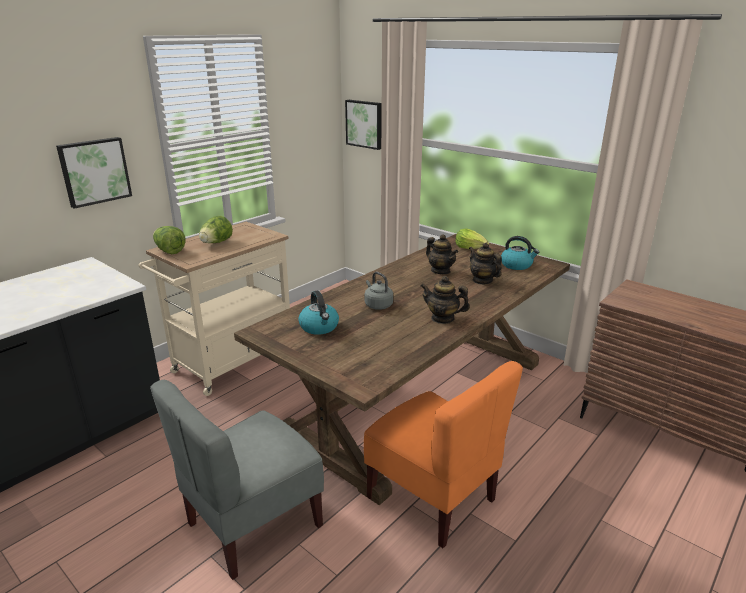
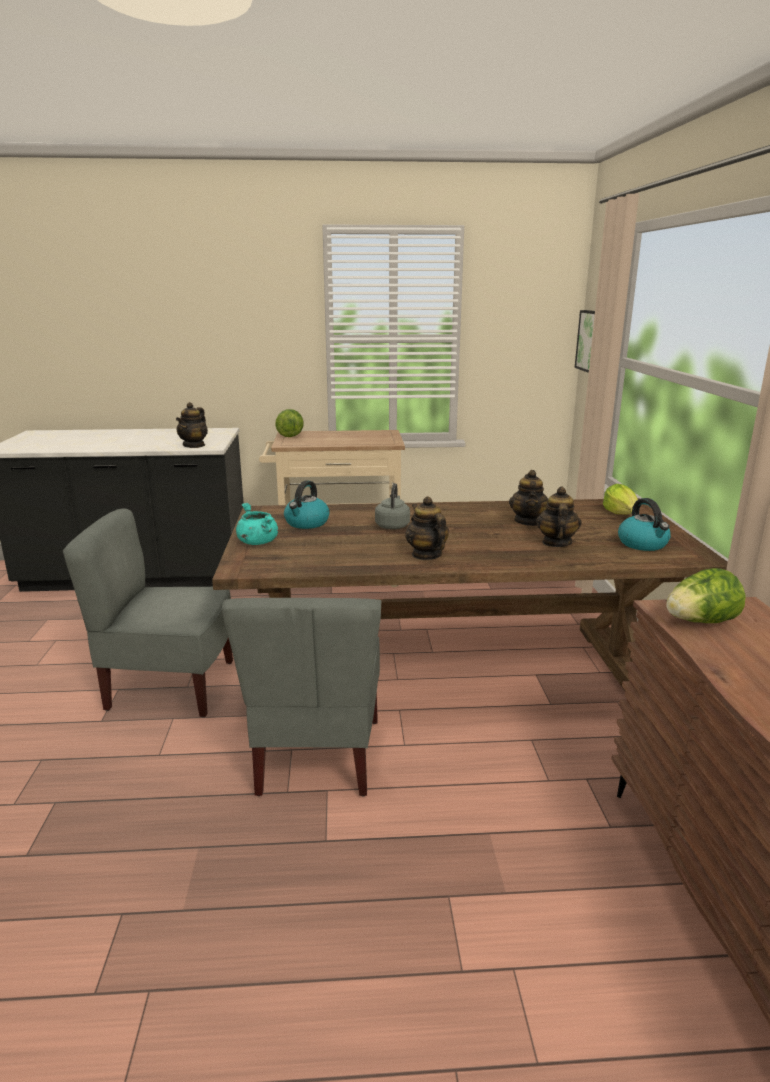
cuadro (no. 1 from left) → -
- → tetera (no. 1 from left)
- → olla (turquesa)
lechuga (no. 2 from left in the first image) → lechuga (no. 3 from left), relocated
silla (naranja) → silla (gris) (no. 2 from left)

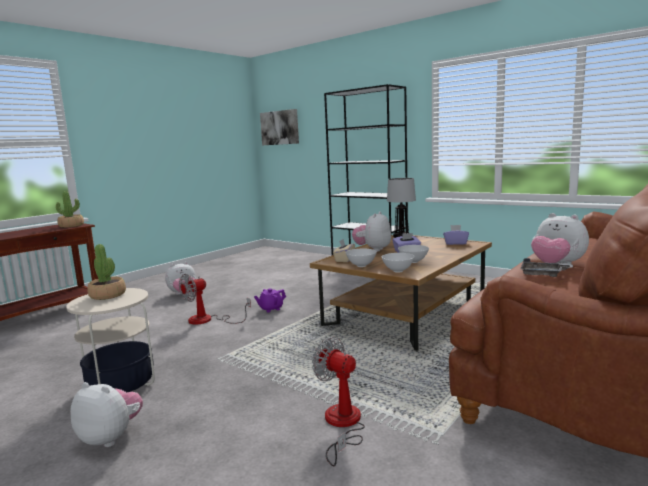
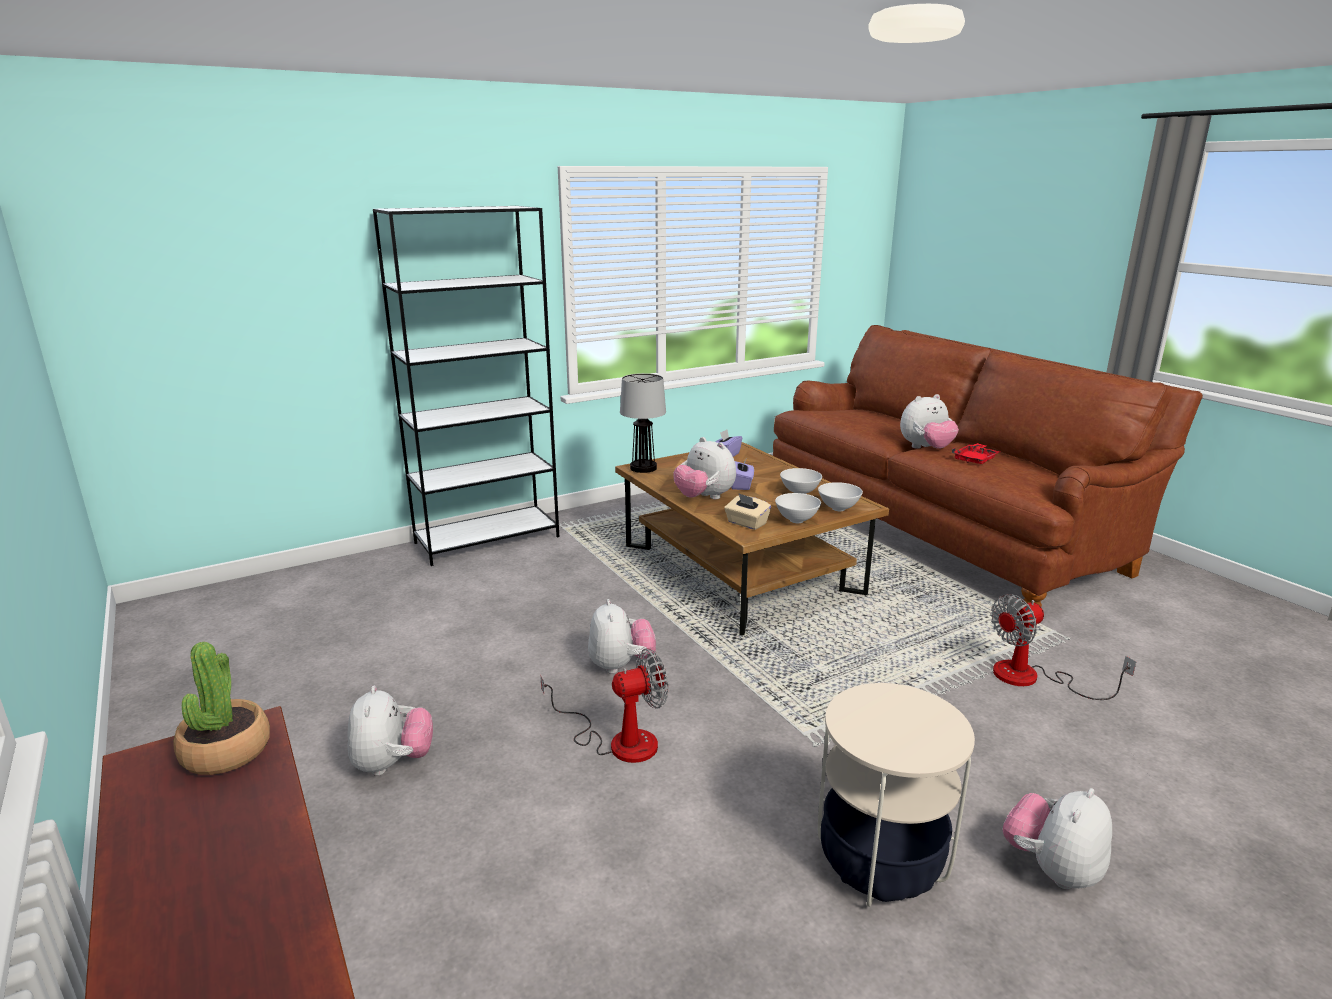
planta en maceta (no. 2 from left) → -
cuadro → -
tetera (morado) → peluche (no. 2 from left)
bandeja (gris) → bandeja (rojo)
ventilador (no. 1 from left), 90 degrees counterclockwise

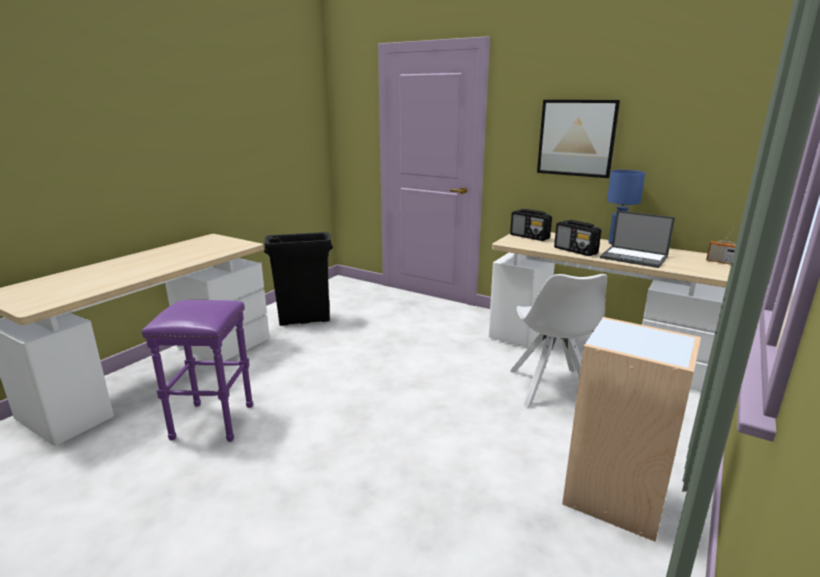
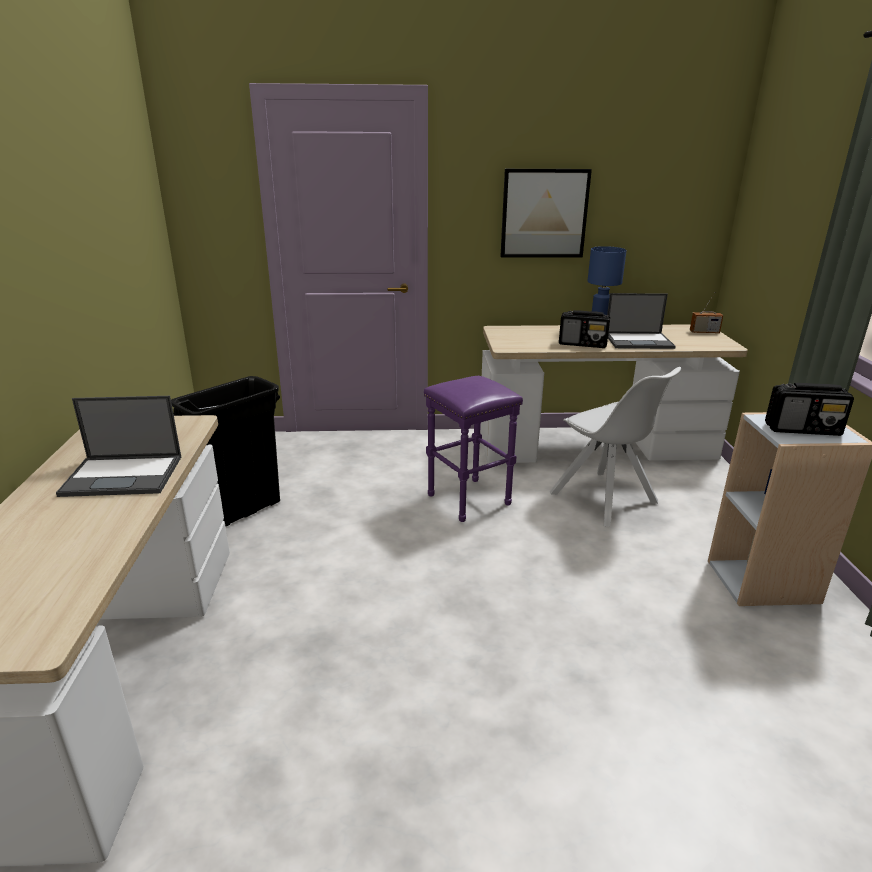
- → portátil (no. 1 from left)
taburete (morado), relocated
radio (no. 1 from left in the first image) → radio (no. 3 from left), relocated

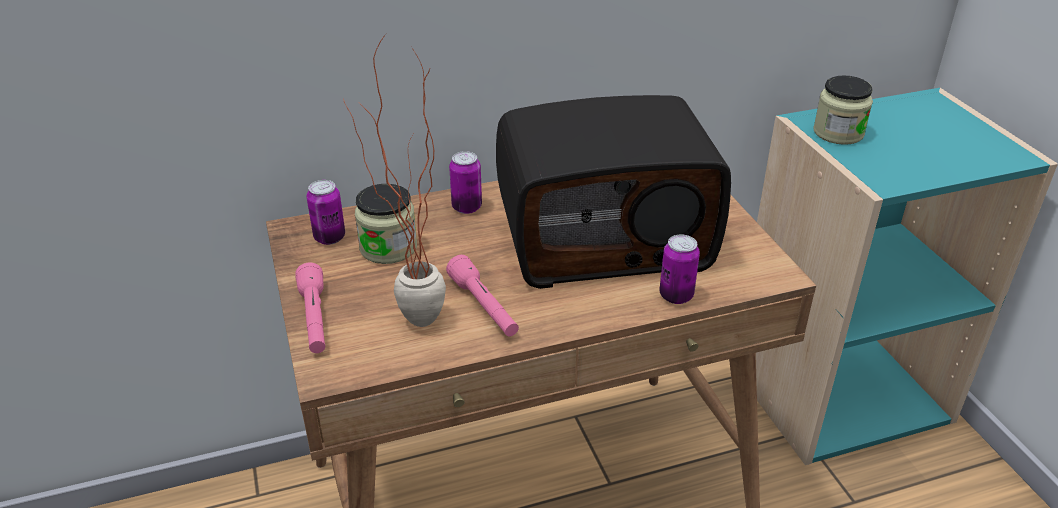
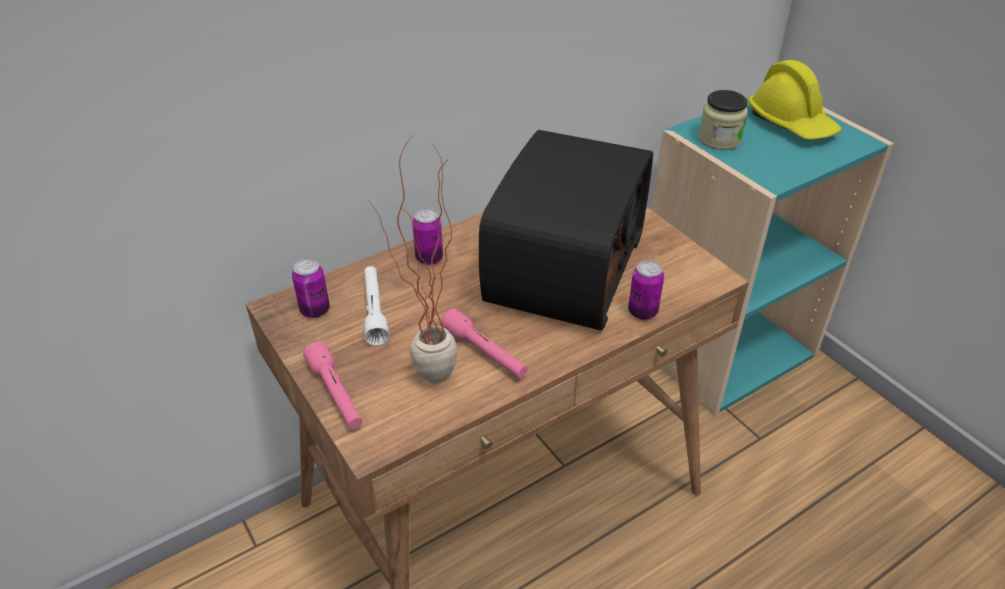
- → casco (amarillo)
tarro (no. 1 from left) → linterna (blanco)
radio, 45 degrees counterclockwise

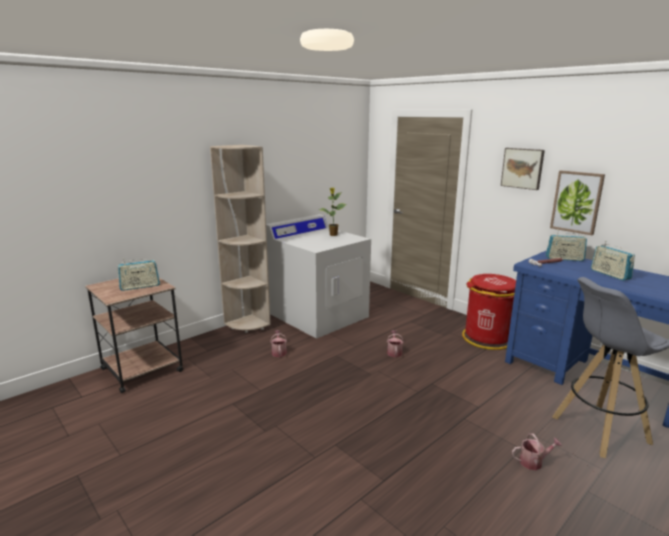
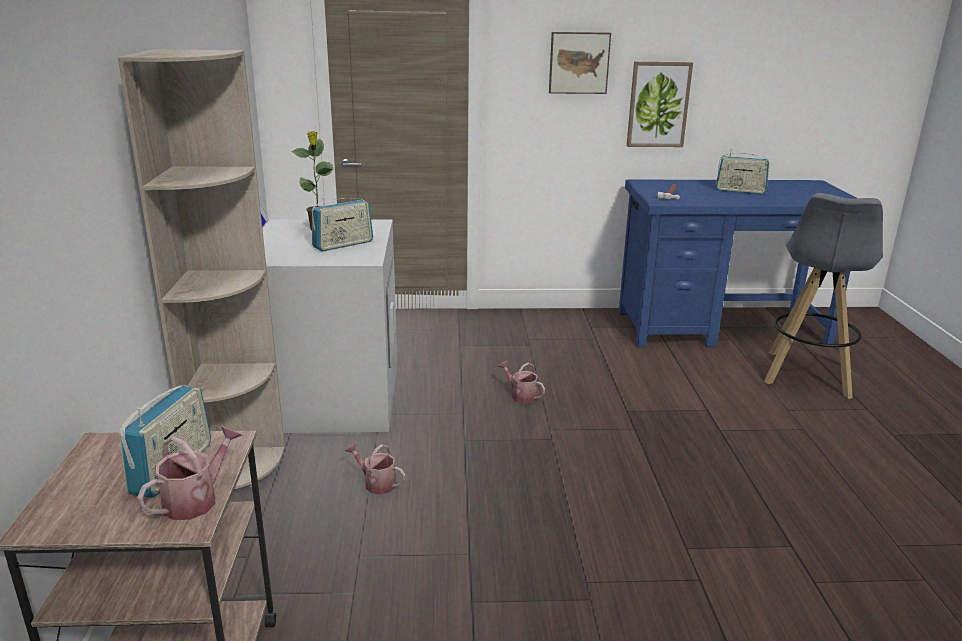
papelera (rojo) → -
regadera (no. 3 from left in the first image) → regadera (no. 1 from left), relocated
radio (no. 2 from left), relocated

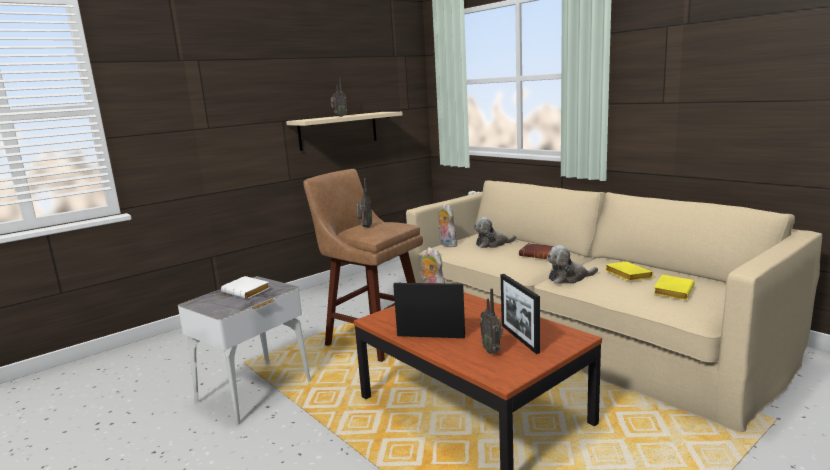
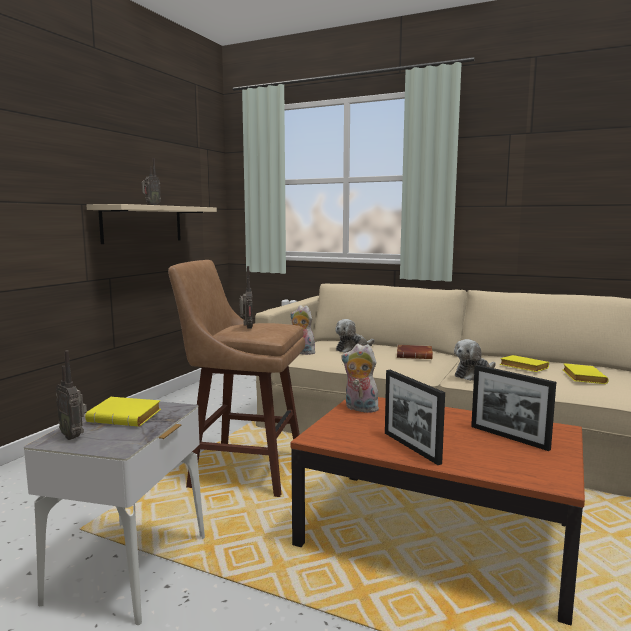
radio (no. 3 from left in the first image) → radio (no. 1 from left), relocated
libro (blanco) → libro (amarillo) (no. 1 from left)
portarretratos (no. 1 from left), 105 degrees counterclockwise

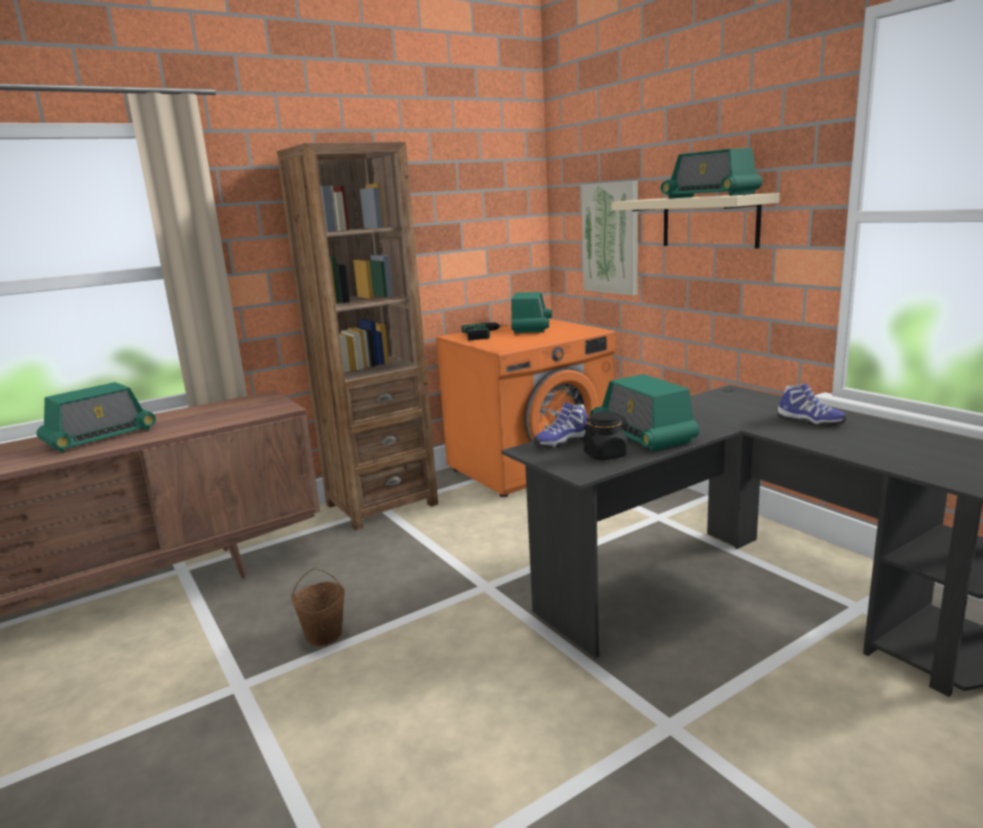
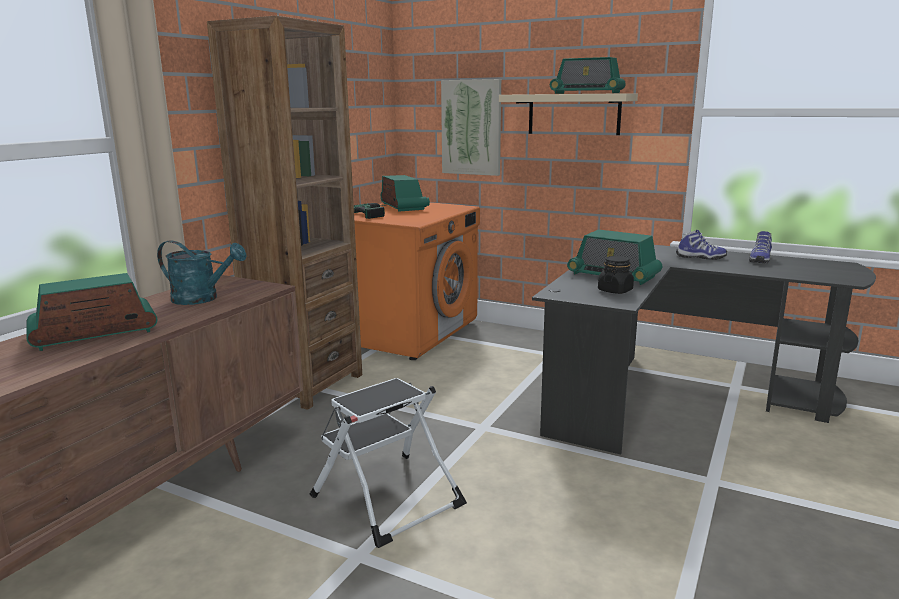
- → regadera (turquesa)
zapato (no. 1 from left in the first image) → zapato (no. 2 from left), relocated
cubo (marrón) → escalera de tijera
radio (no. 1 from left), 135 degrees counterclockwise

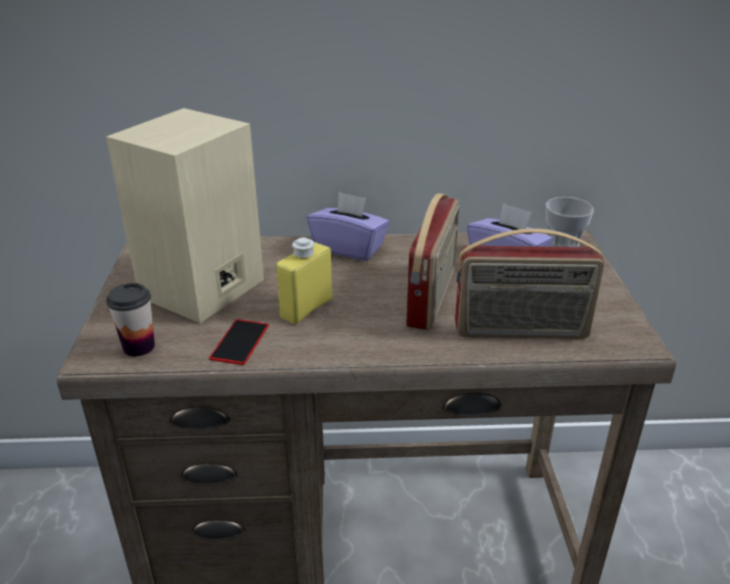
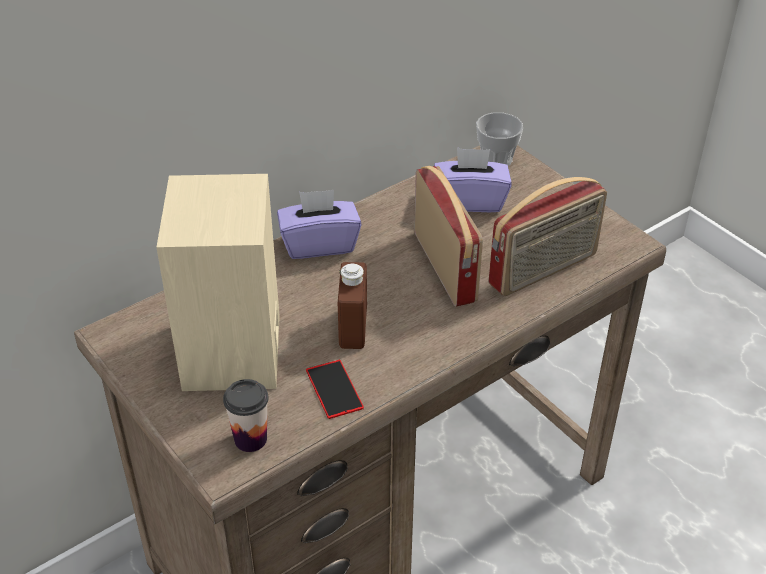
botella (amarillo) → botella (marrón)

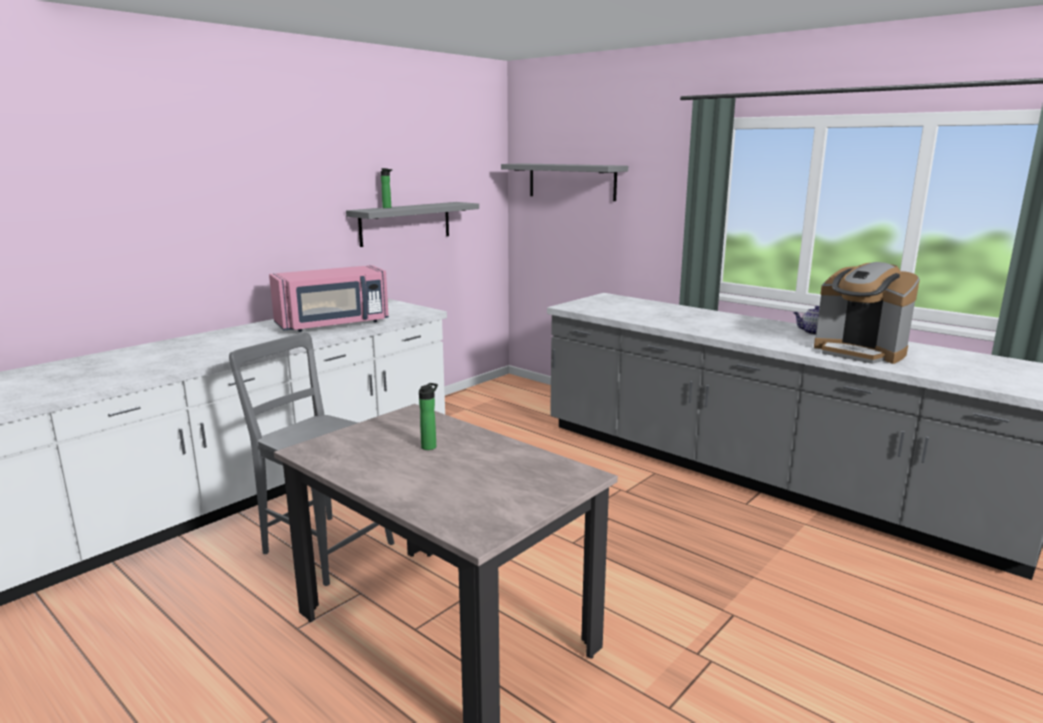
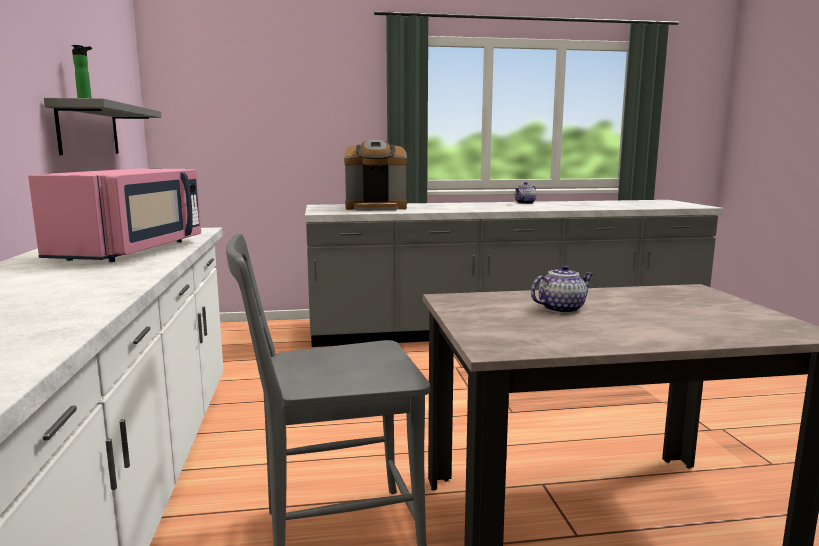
estante (gris) (no. 2 from left) → -
cafetera, relocated
botella (no. 2 from left) → tetera (no. 2 from left)

